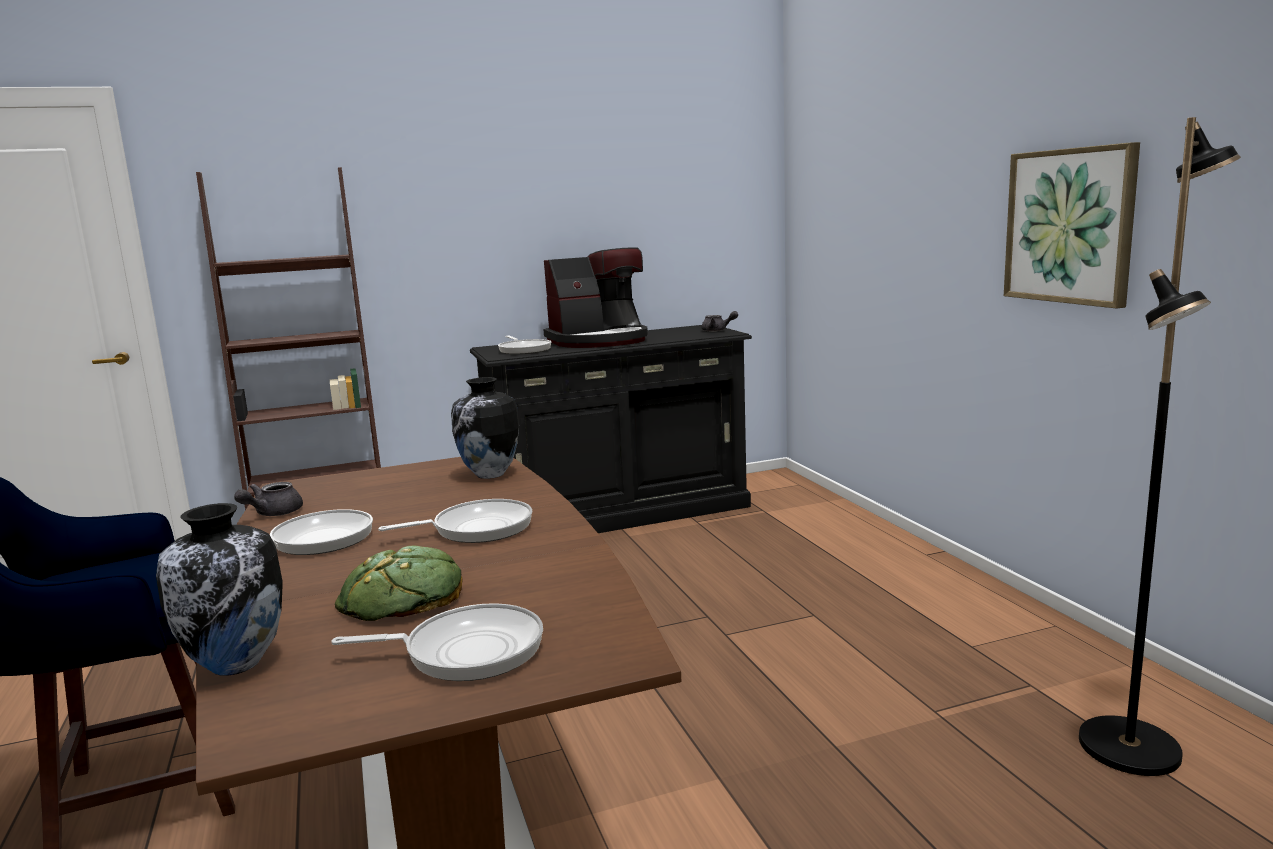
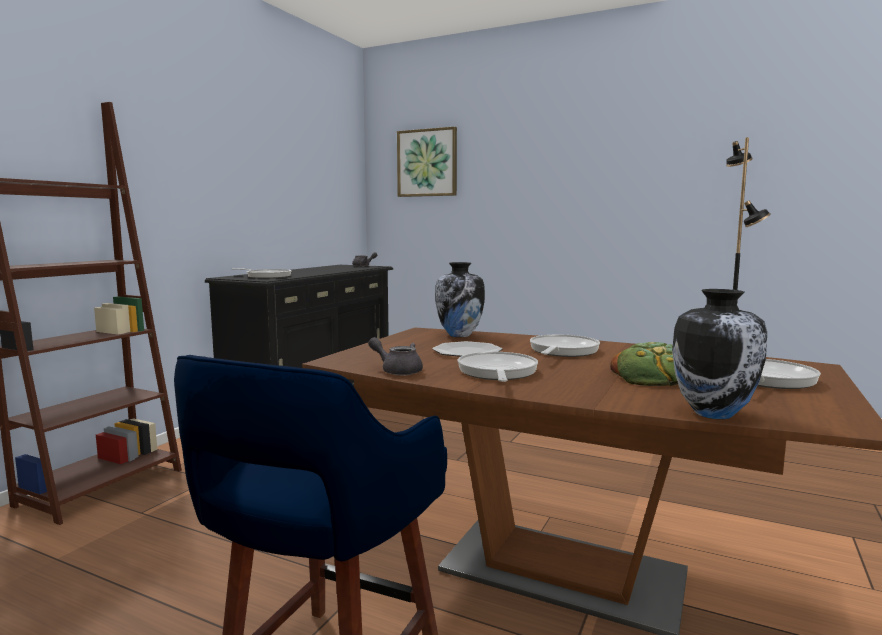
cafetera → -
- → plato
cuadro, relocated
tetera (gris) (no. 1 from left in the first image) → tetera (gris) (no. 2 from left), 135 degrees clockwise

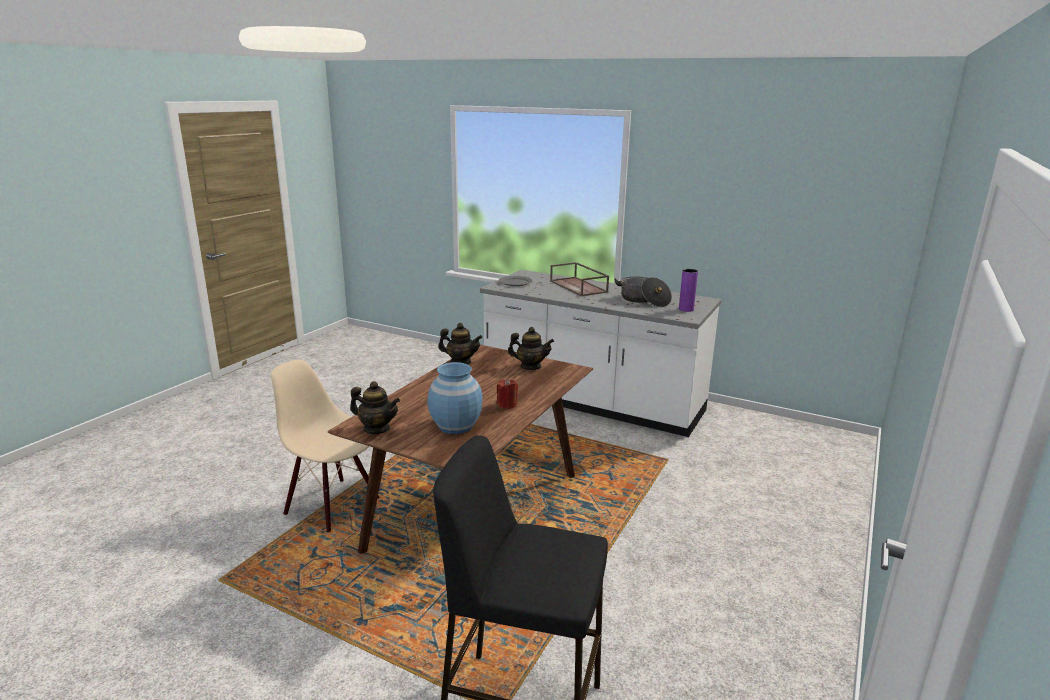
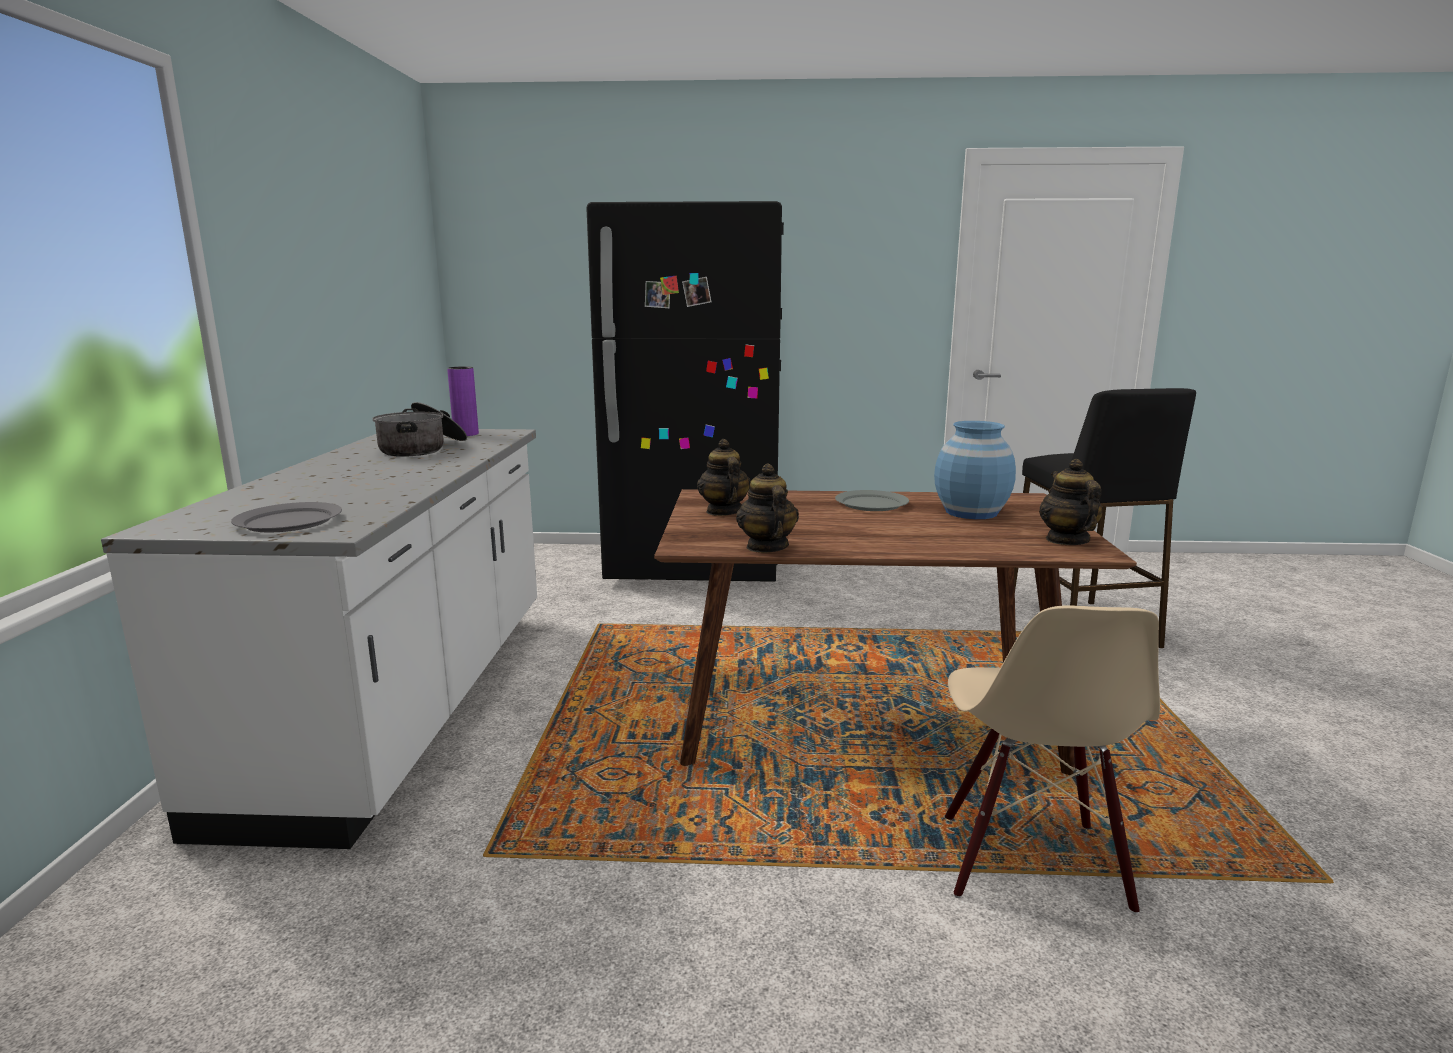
bandeja (marrón) → -
- → nevera (negro)
vela (rojo) → plato (gris) (no. 2 from left)

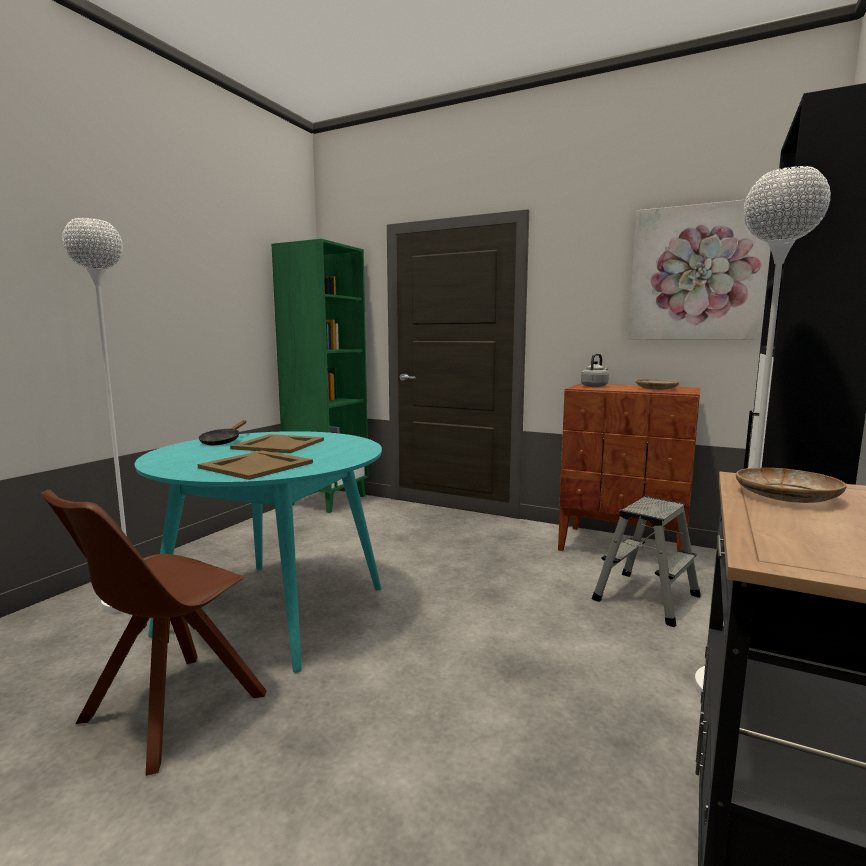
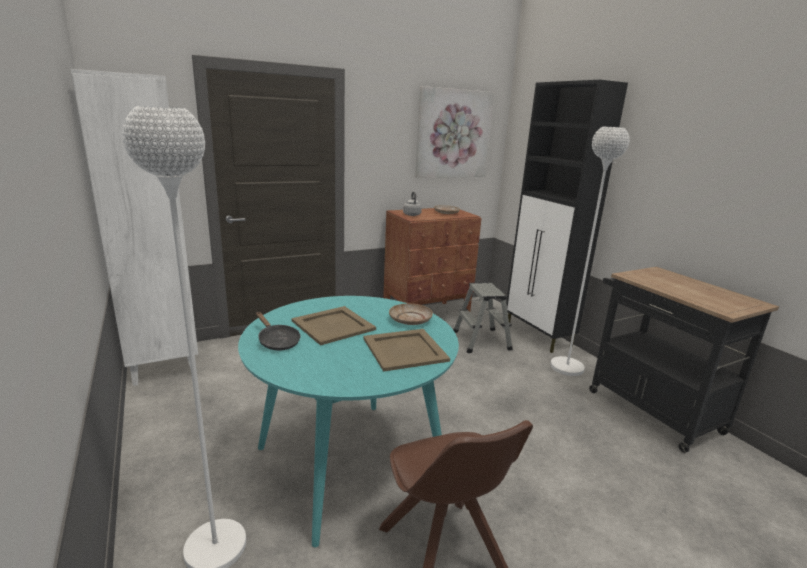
plato (beis) (no. 2 from left in the first image) → plato (beis) (no. 1 from left), relocated
estantería (verde) → estantería (blanco)

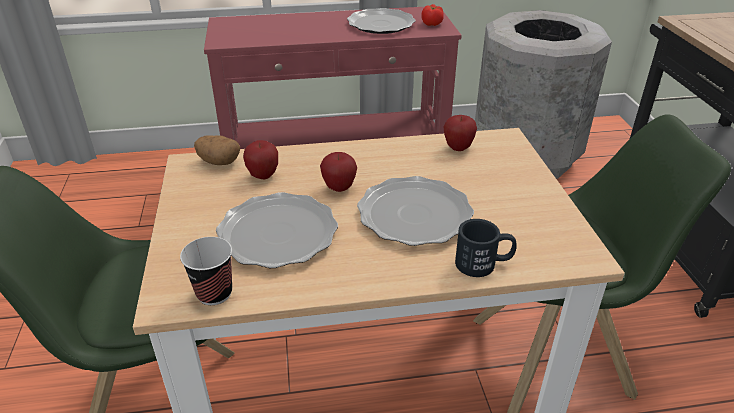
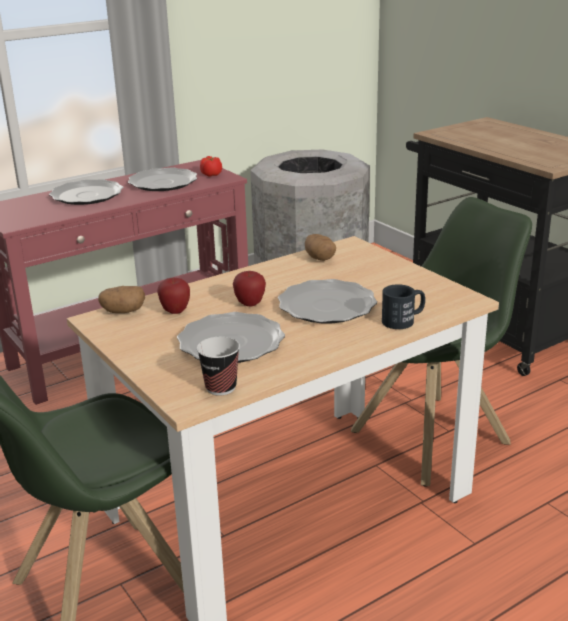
- → plato (no. 1 from left)
manzana (no. 3 from left) → patata (no. 2 from left)

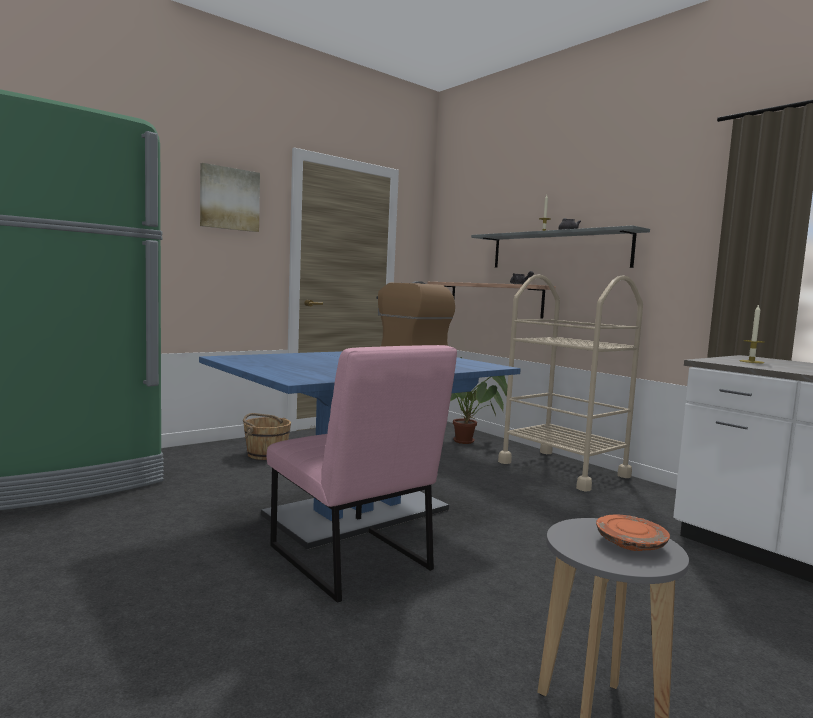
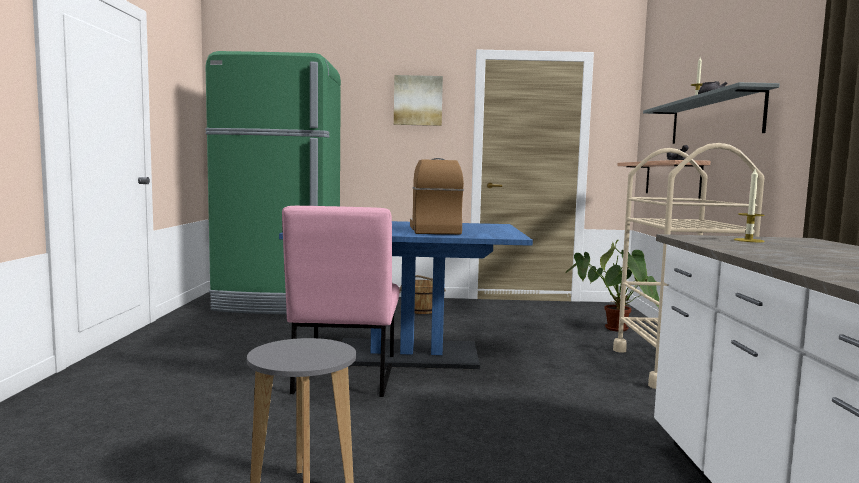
plato (naranja) → -

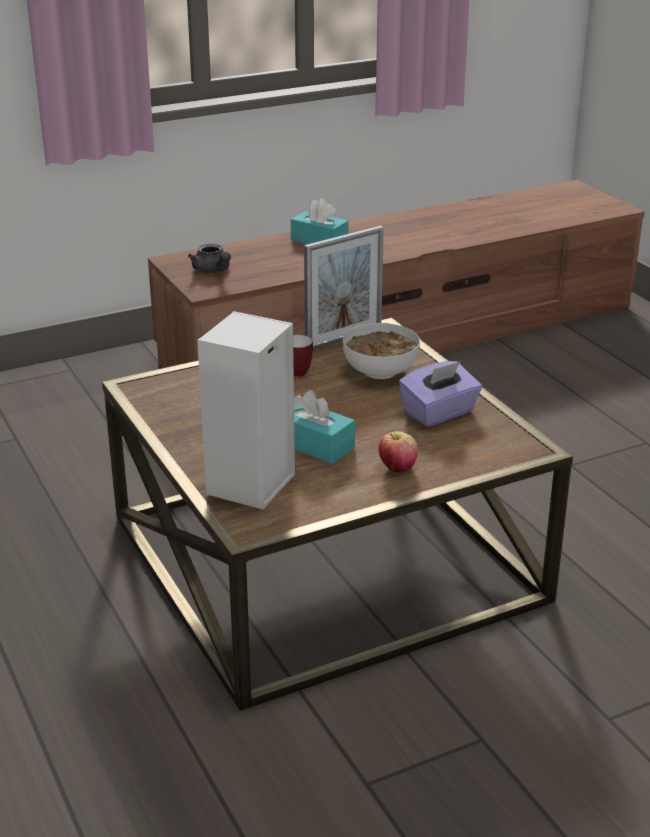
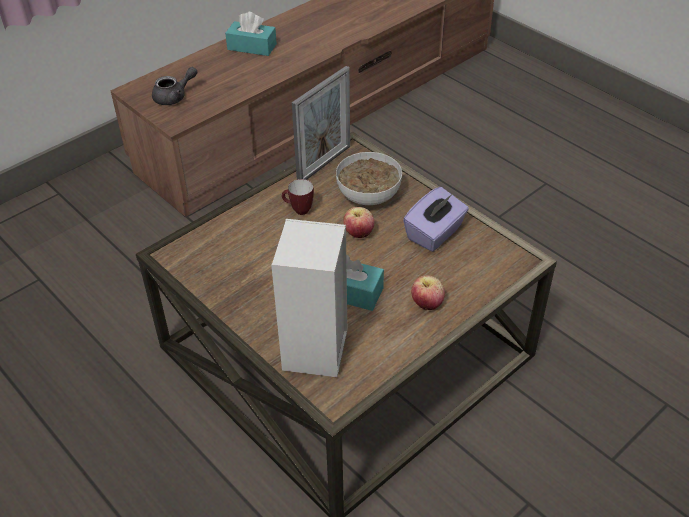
- → manzana (no. 1 from left)
tetera (gris), 75 degrees counterclockwise

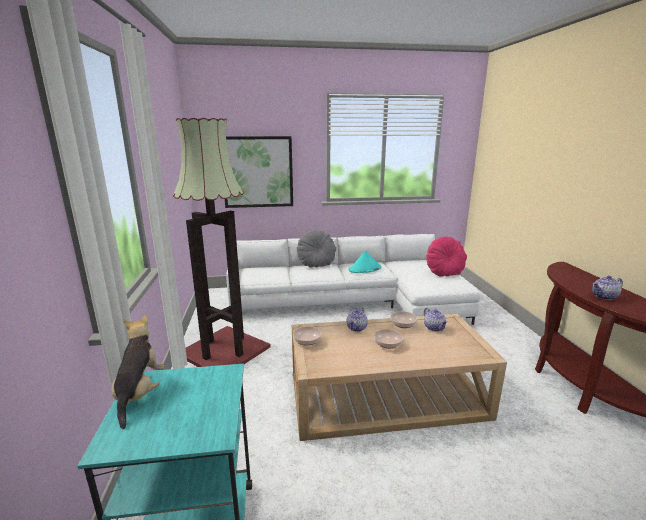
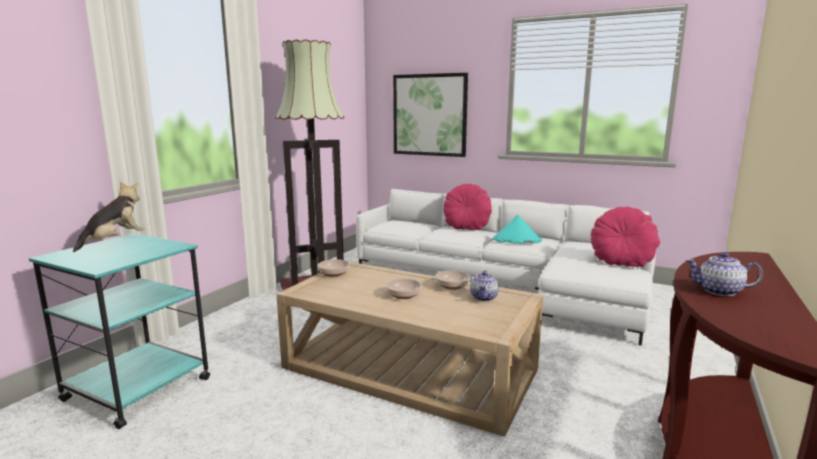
tetera (no. 1 from left) → -
cojín (gris) → cojín (rosa) (no. 1 from left)

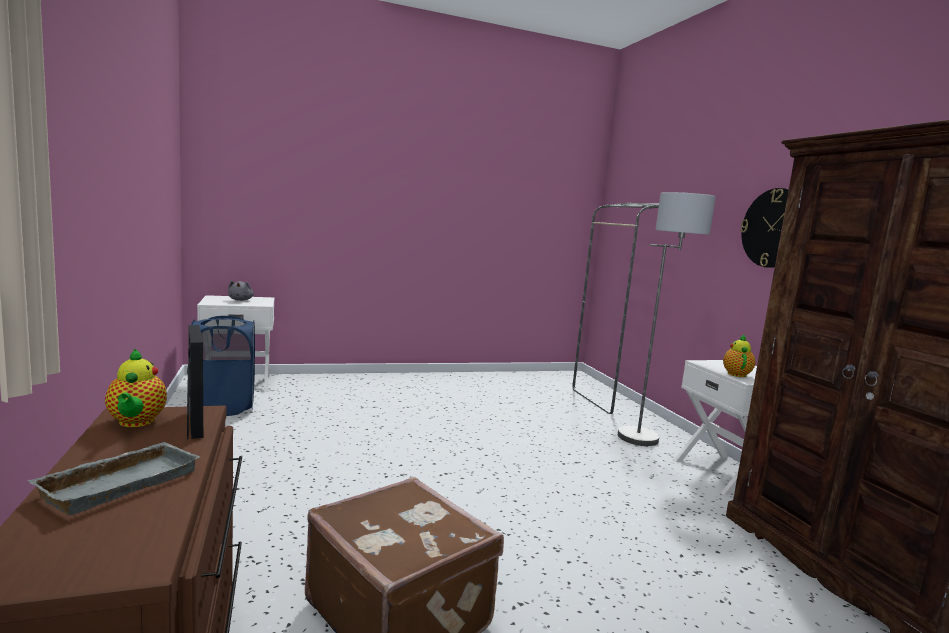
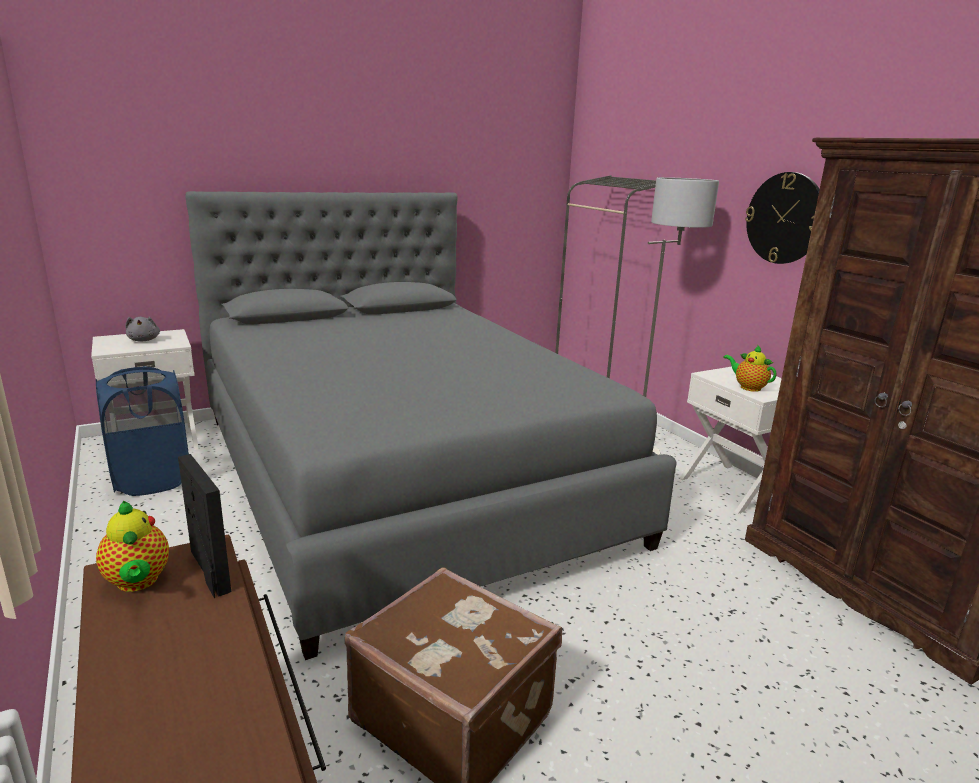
bandeja (gris) → -
- → cama (gris)
tetera (no. 2 from left), 45 degrees counterclockwise

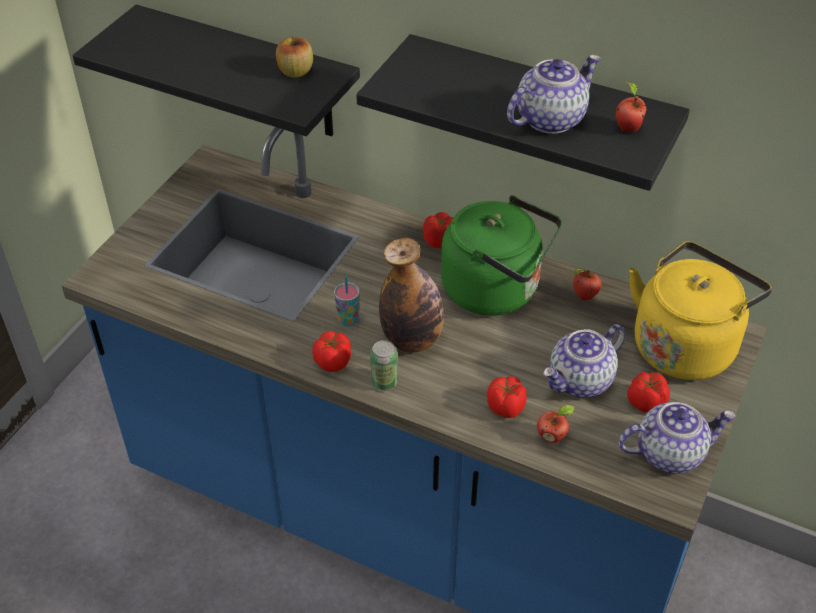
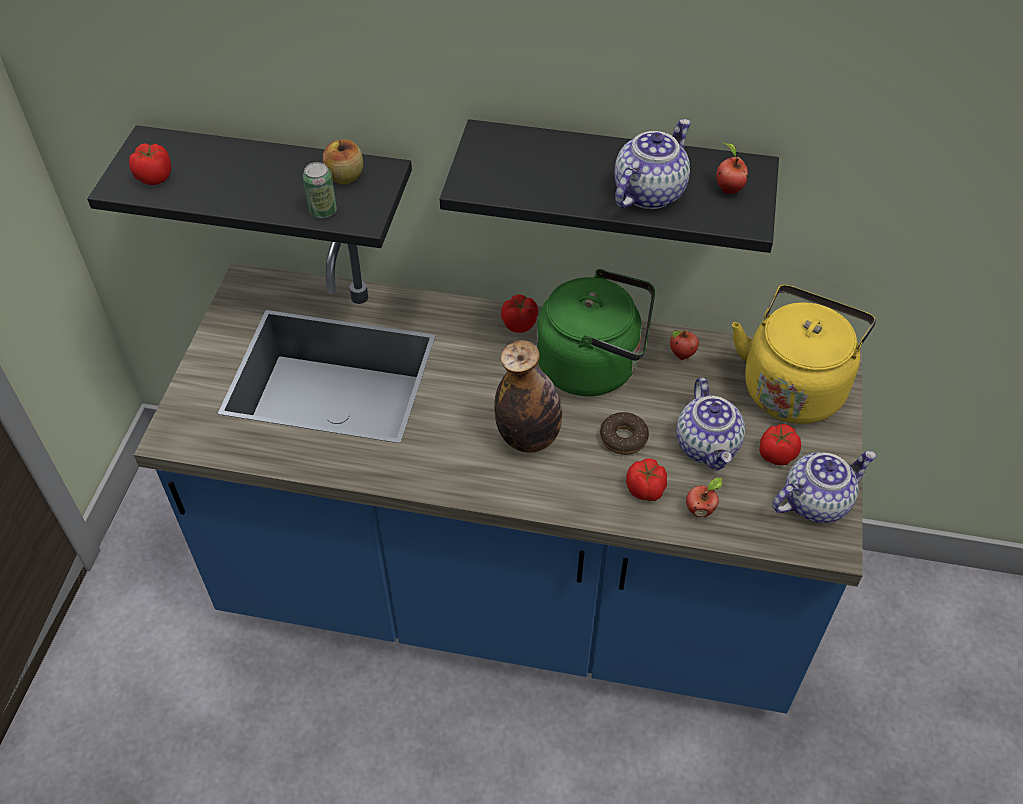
taza → -
- → rosquilla
tomate (no. 1 from left), relocated
lata, relocated
tetera (no. 2 from left), 45 degrees counterclockwise

